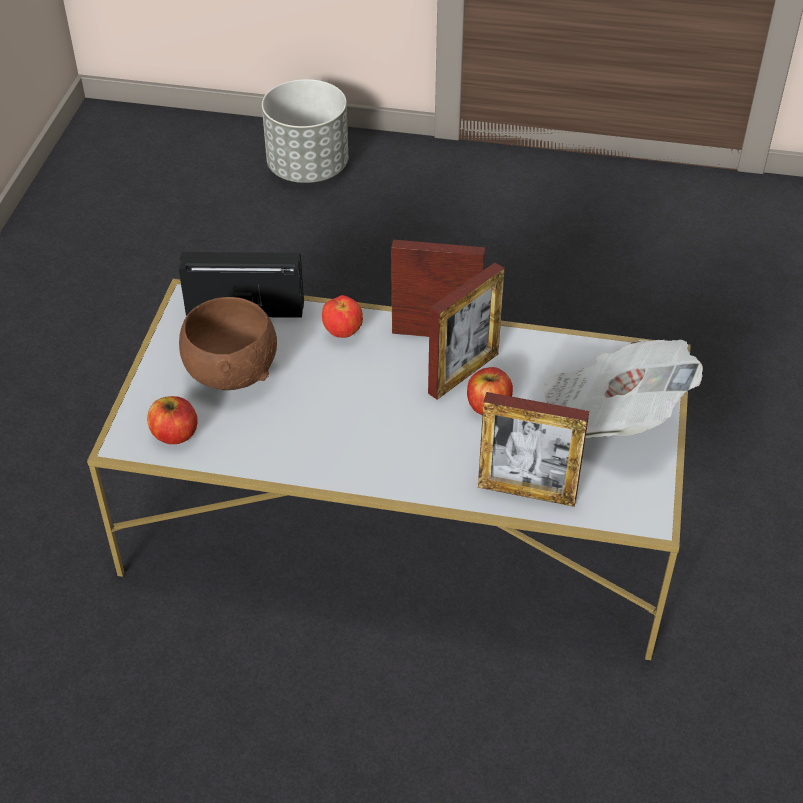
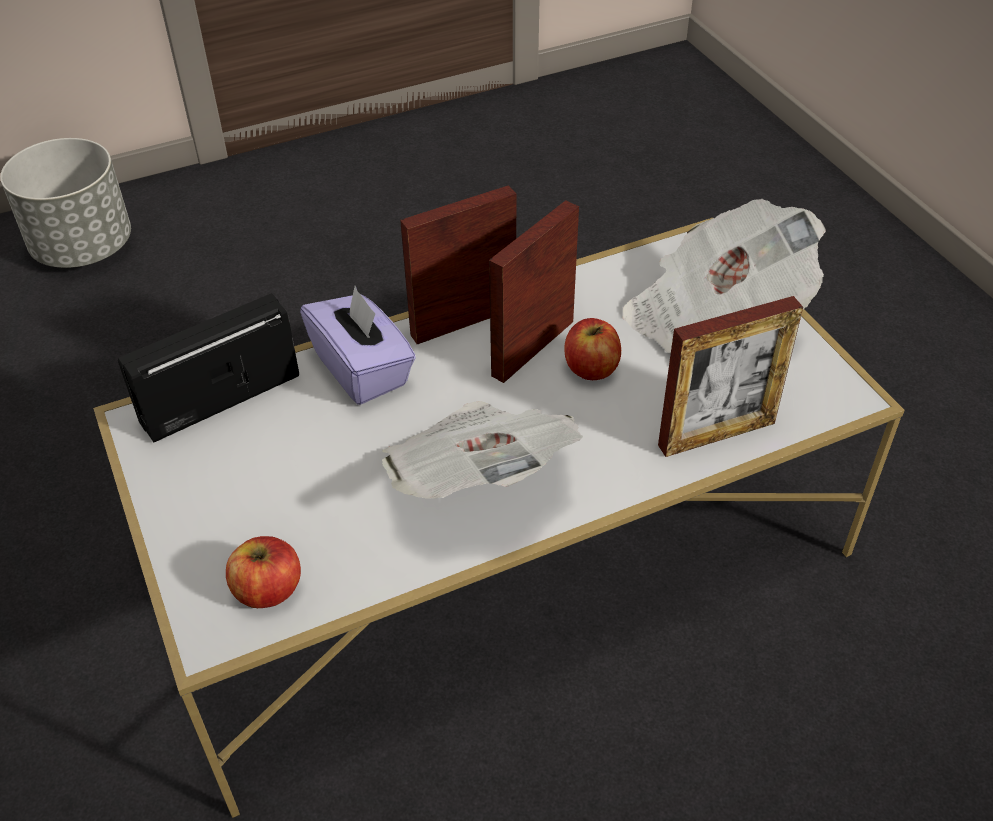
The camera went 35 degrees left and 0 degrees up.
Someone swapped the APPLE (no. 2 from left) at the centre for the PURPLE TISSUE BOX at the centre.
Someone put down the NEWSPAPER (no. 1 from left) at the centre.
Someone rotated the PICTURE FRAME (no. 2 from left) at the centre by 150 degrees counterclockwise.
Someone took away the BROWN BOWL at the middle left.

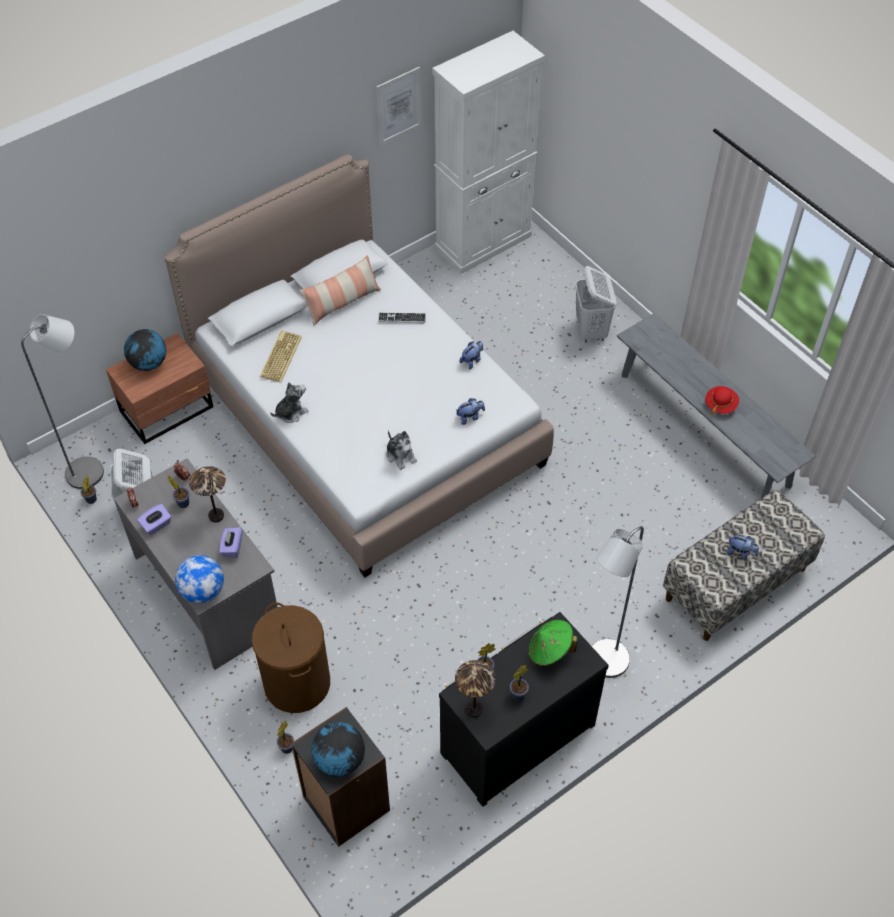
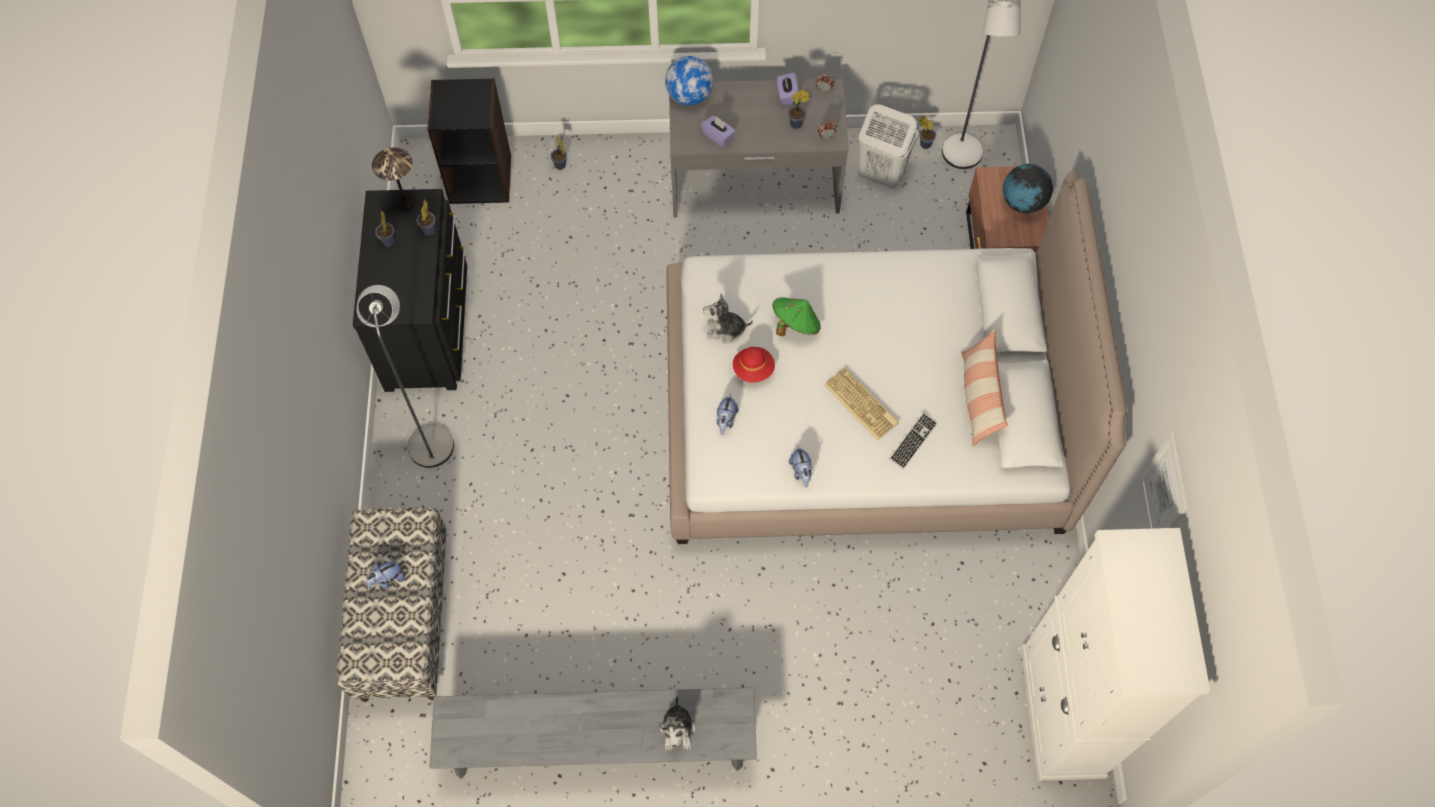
The camera went 125 degrees right and 10 degrees up.
Someone carried the PLUSH TOY (no. 1 from left in the first image) from the middle left to the bottom centre.
Someone carried the RED HAT from the middle right to the centre.
Someone carried the GREEN HAT from the bottom centre to the centre.
Someone carried the KEYBOARD (no. 1 from left) from the middle left to the centre.
Someone took away the TABLE LAMP (no. 1 from left) at the middle left.
Someone took away the BROWN LAUNDRY BASKET at the bottom left.
Someone took away the GLOBE (no. 3 from left) at the bottom centre.
Someone took away the WHITE LAUNDRY BASKET (no. 2 from left) at the top right.

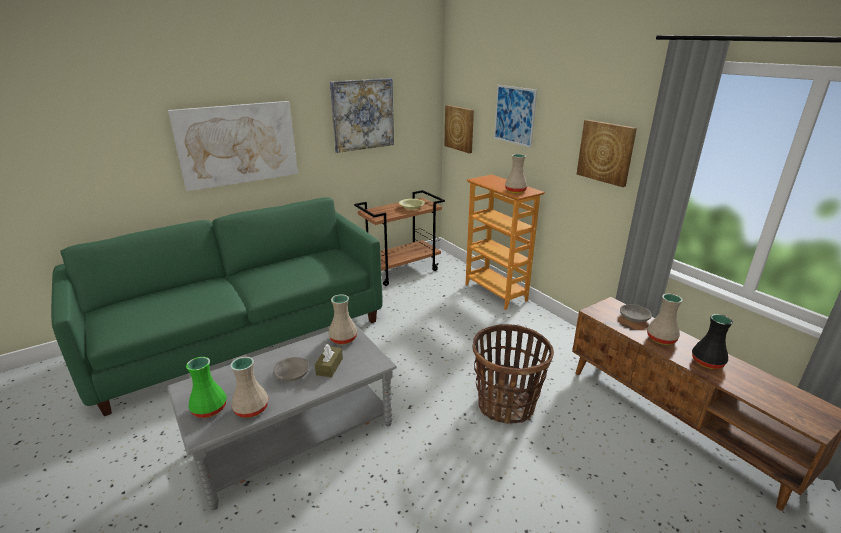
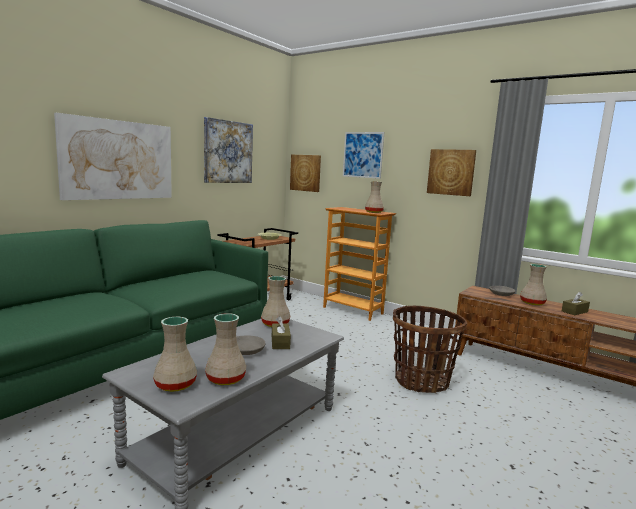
The camera went 20 degrees left and 15 degrees down.
Someone repainted the GREEN VASE at the bottom left, which became the BEIGE VASE (no. 1 from left) at the bottom left.
Someone swapped the BLACK VASE at the middle right for the BROWN TISSUE BOX (no. 2 from left) at the middle right.

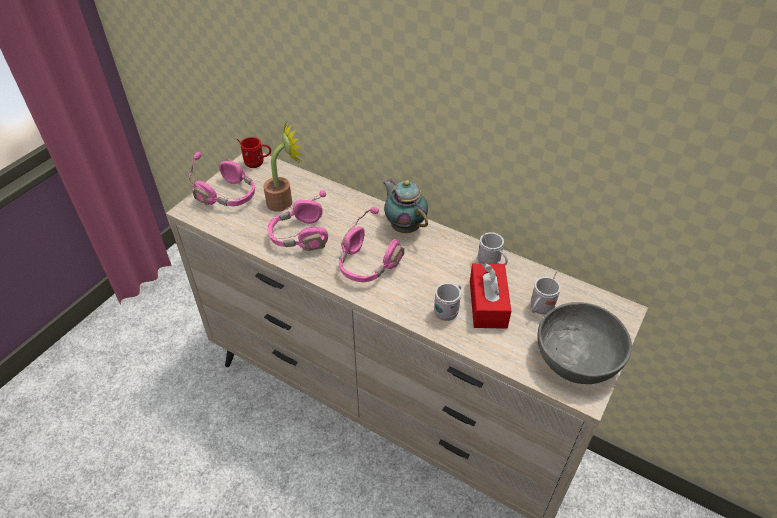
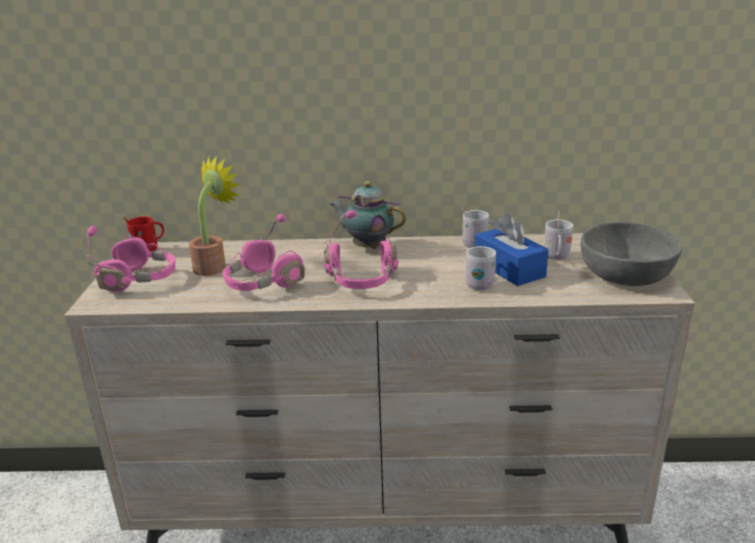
The camera went 30 degrees left and 20 degrees down.
Someone repainted the RED TISSUE BOX at the centre, which became the BLUE TISSUE BOX at the middle right.

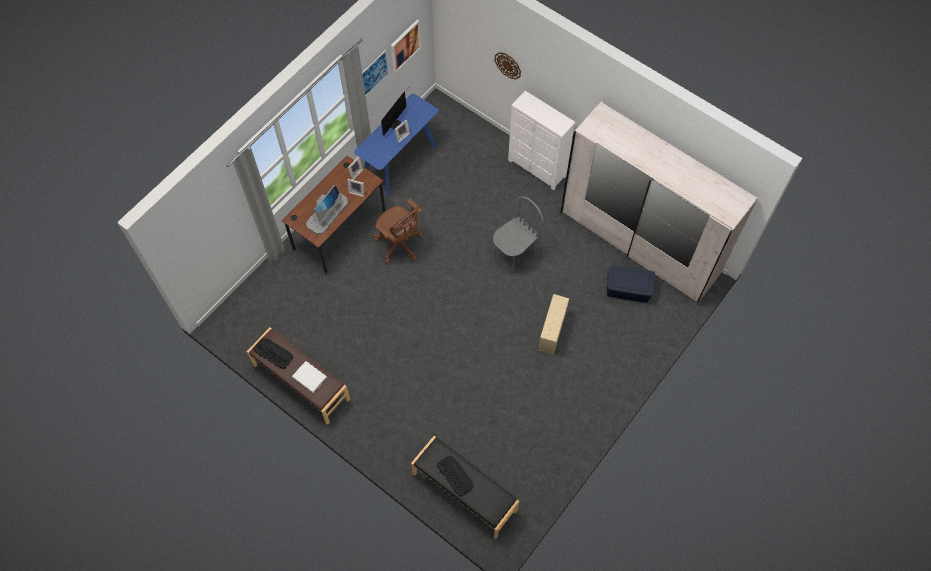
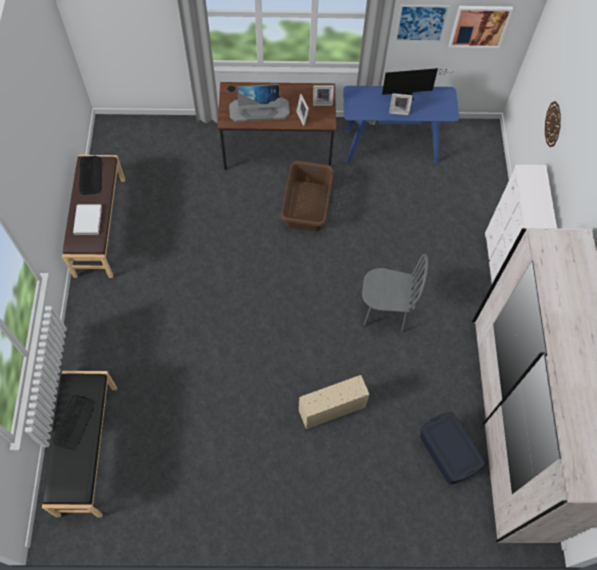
The camera went 50 degrees right and 0 degrees up.
Someone swapped the BROWN OFFICE CHAIR at the centre for the BROWN LAUNDRY BASKET at the centre.

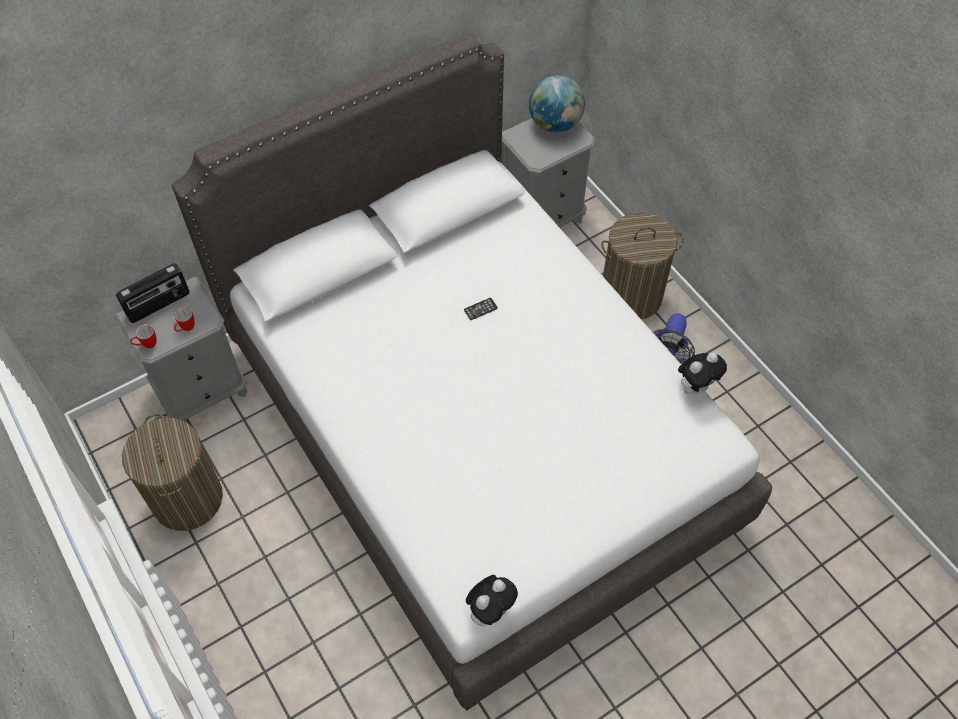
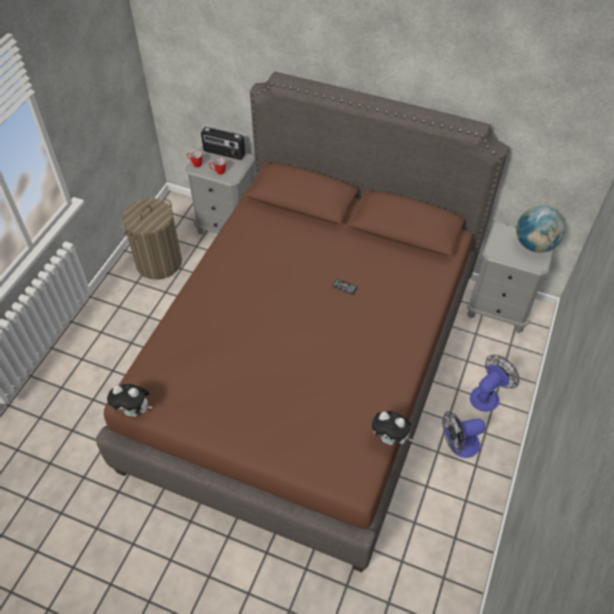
The camera went 55 degrees right and 5 degrees down.
Someone repainted the WHITE BED at the centre, which became the BROWN BED at the centre.
Someone swapped the LAUNDRY BASKET (no. 2 from left) at the middle right for the FAN (no. 2 from left) at the middle right.

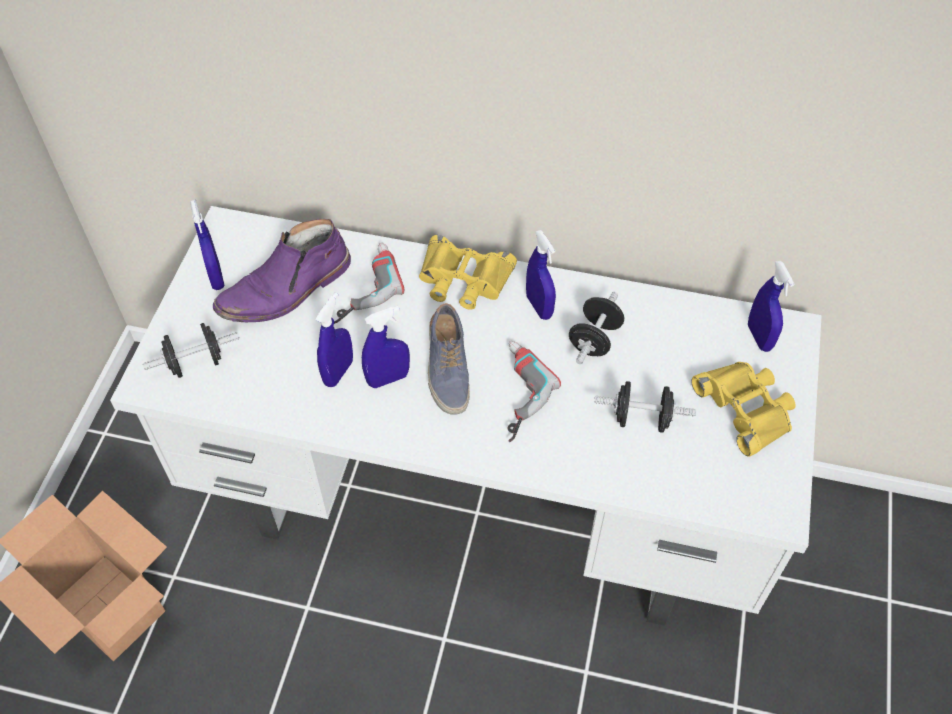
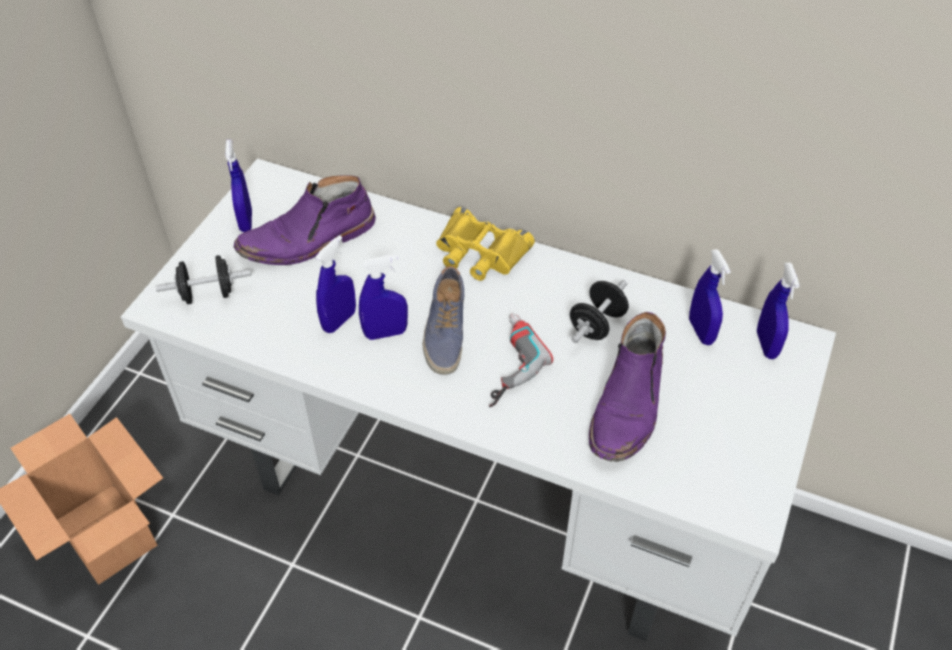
The camera went 10 degrees right and 5 degrees down.
Someone swapped the BLACK DUMBBELL (no. 3 from left) at the middle right for the PURPLE BOOT (no. 2 from left) at the centre.
Someone carried the BLUE SPRAY BOTTLE (no. 4 from left) from the centre to the middle right.
Someone took away the POWER DRILL (no. 1 from left) at the centre.
Someone took away the YELLOW BINOCULARS (no. 2 from left) at the middle right.

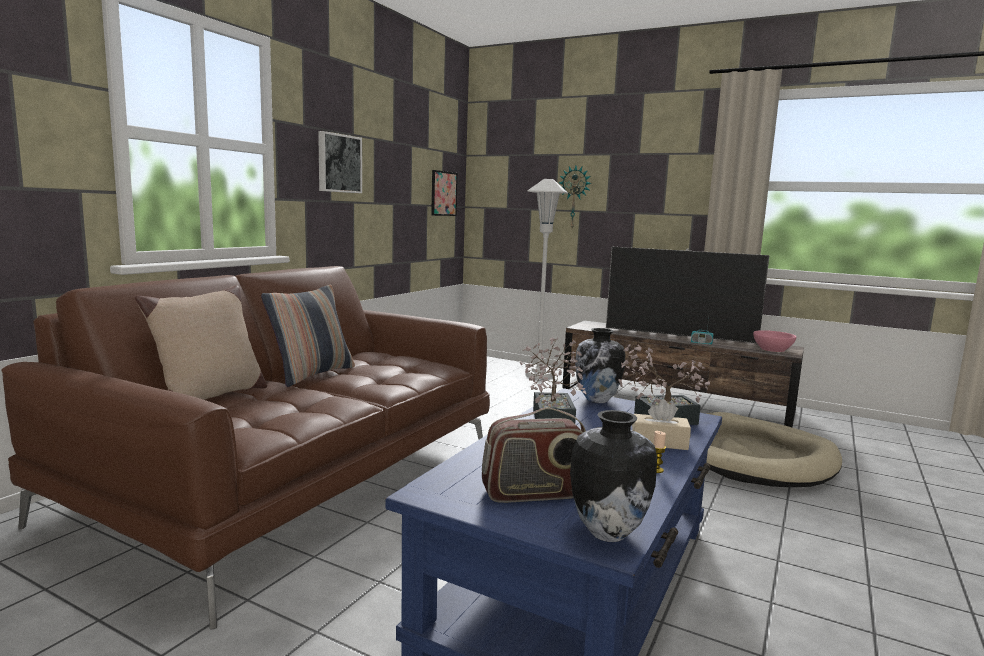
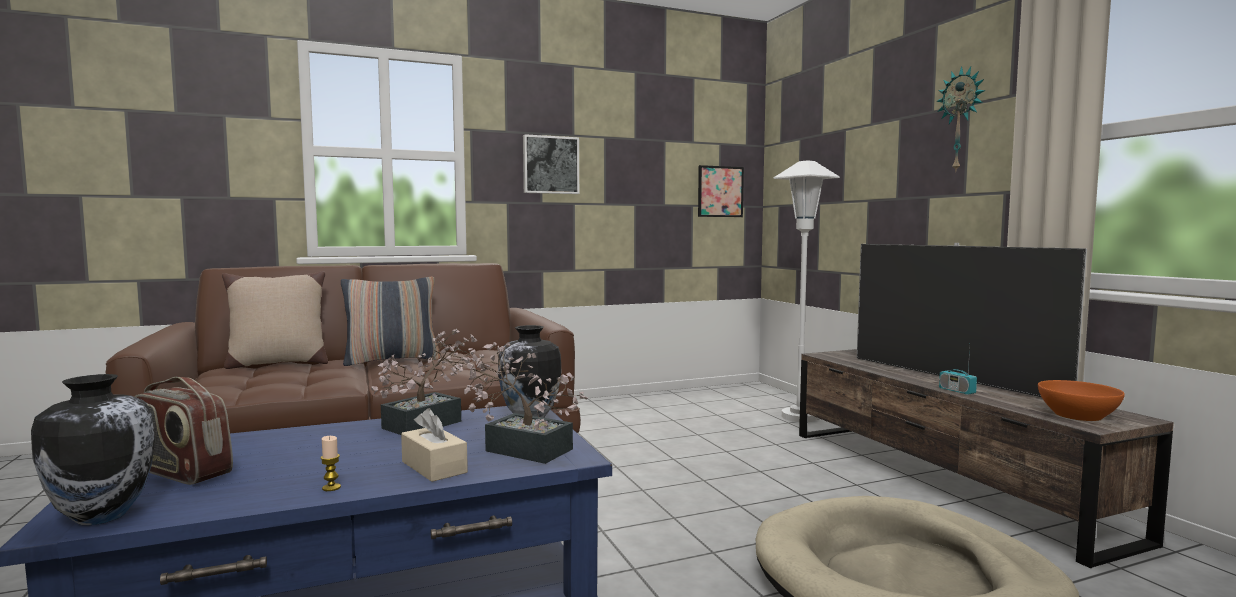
The camera went 40 degrees right and 5 degrees down.
Someone carried the WALL CLOCK from the top centre to the top right.
Someone repainted the PINK BOWL at the middle right, which became the ORANGE BOWL at the bottom right.

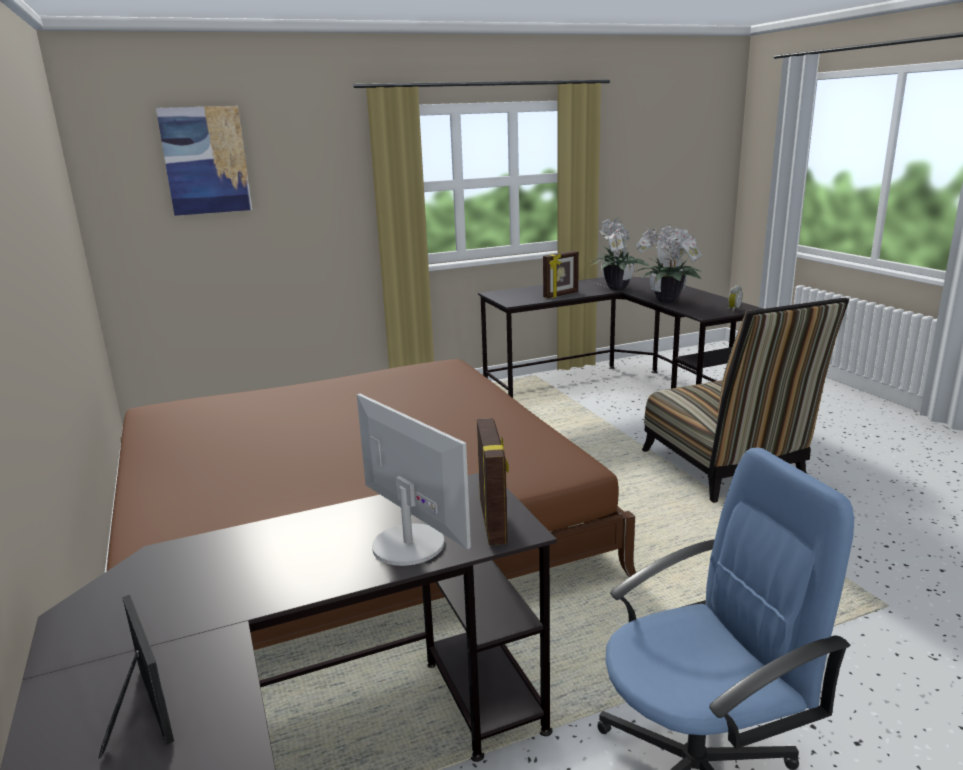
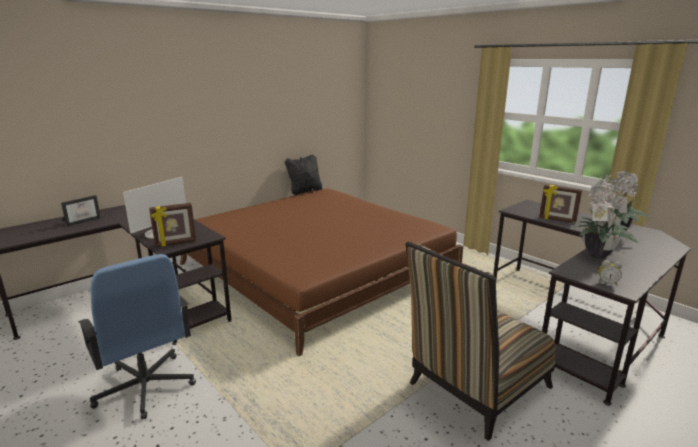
The camera went 70 degrees right and 0 degrees up.
Someone put down the BLACK PILLOW at the centre.
Someone took away the PICTURE at the top left.

